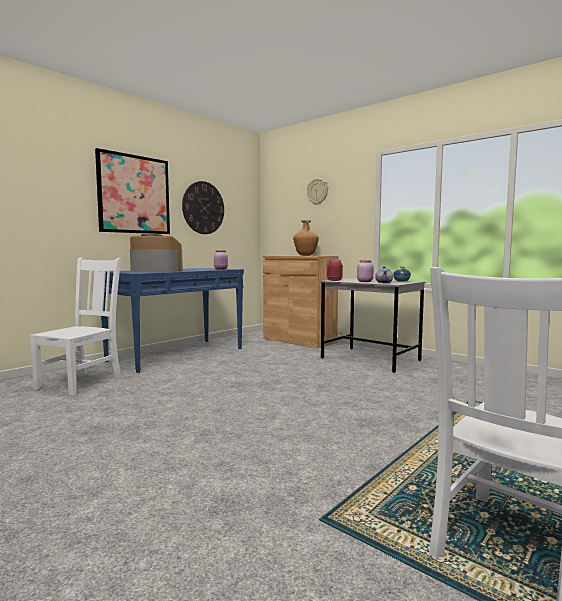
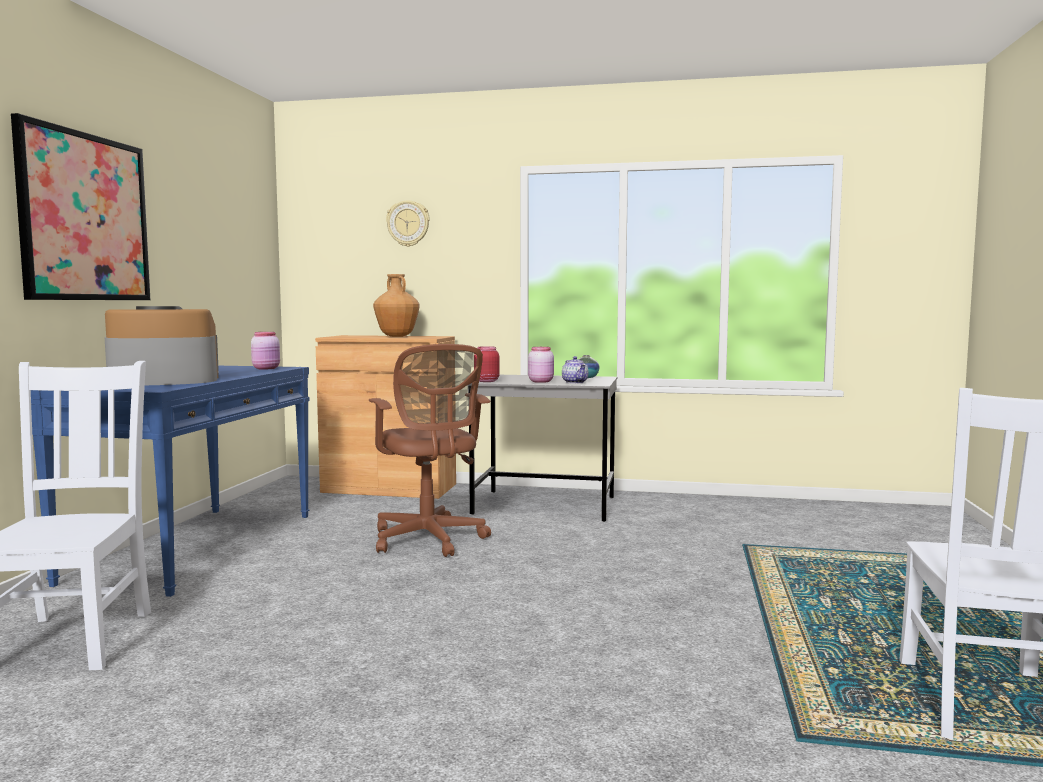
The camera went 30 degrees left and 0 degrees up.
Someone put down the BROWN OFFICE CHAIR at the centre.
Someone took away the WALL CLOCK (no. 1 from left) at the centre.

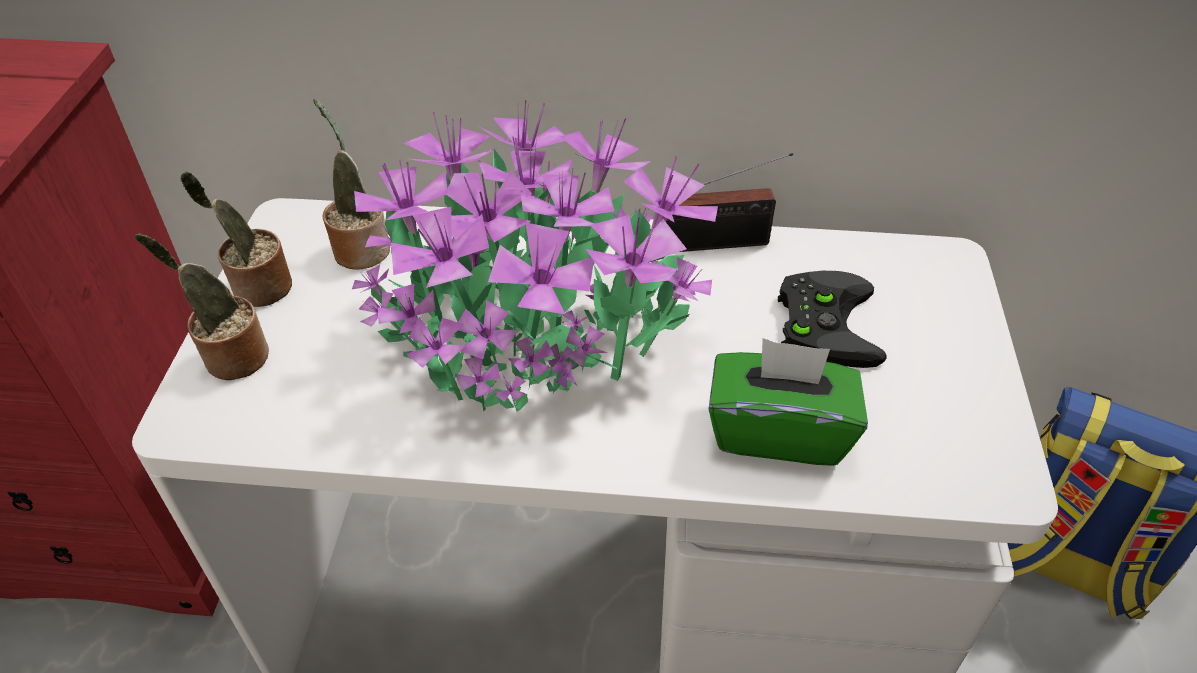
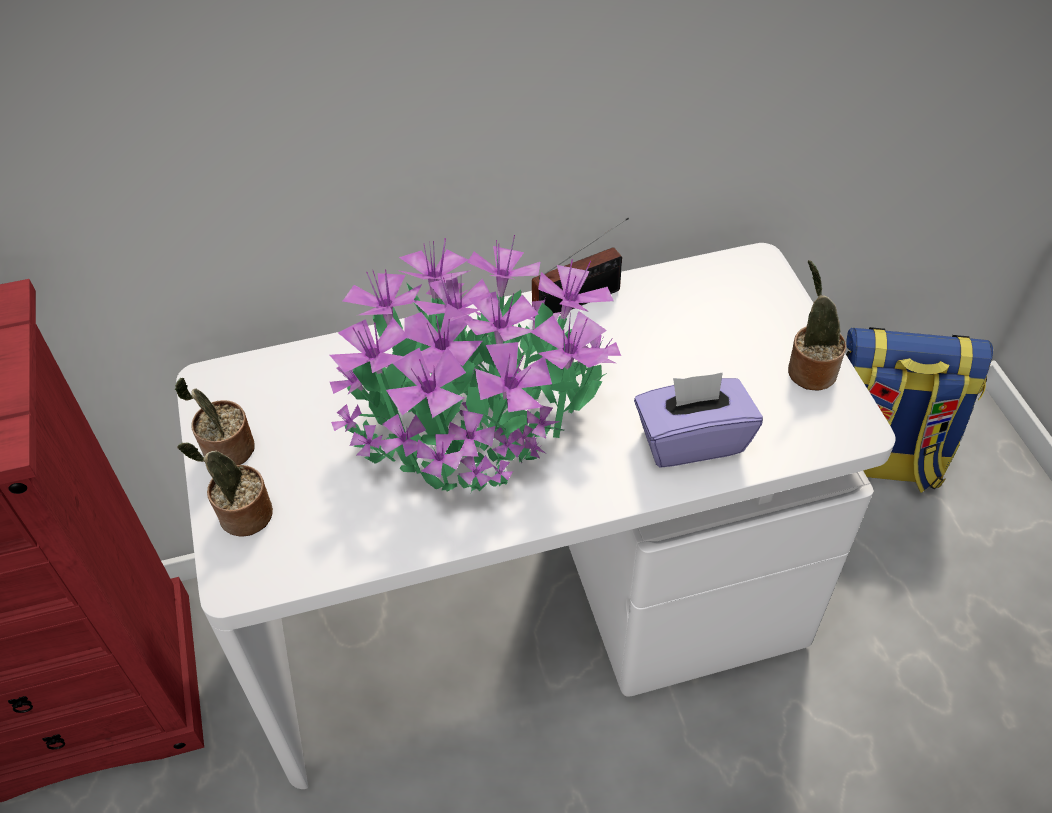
The camera went 20 degrees left and 5 degrees up.
Someone repainted the GREEN TISSUE BOX at the centre, which became the PURPLE TISSUE BOX at the centre.
Someone carried the POTTED PLANT (no. 3 from left in the first image) from the top left to the middle right.
Someone took away the BLACK GAME CONTROLLER at the middle right.

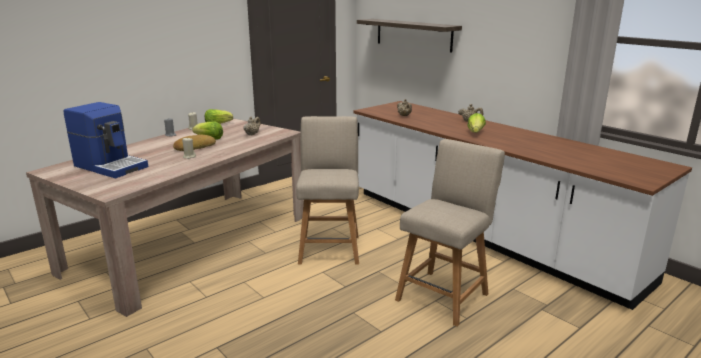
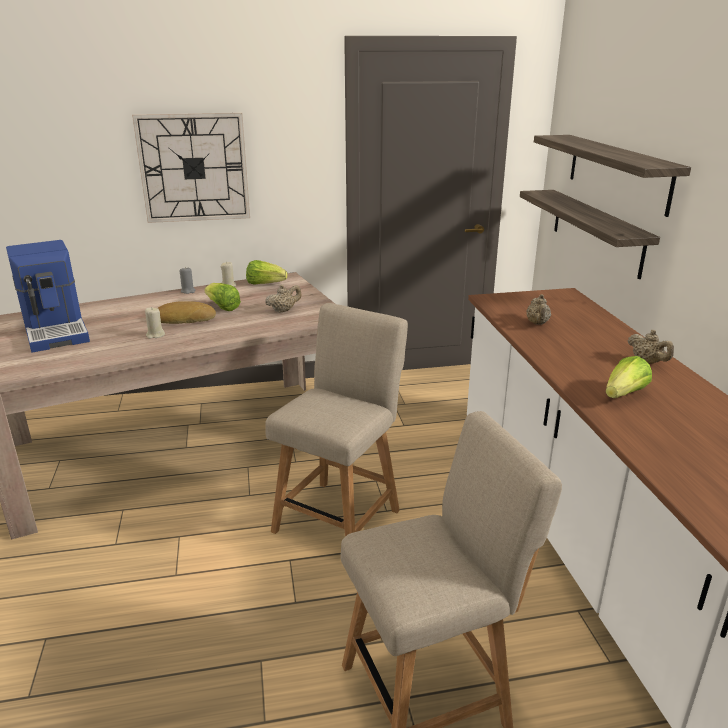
The camera went 30 degrees right and 5 degrees up.
Someone put up the WALL CLOCK at the top left.
Someone put up the SHELF (no. 1 from left) at the top right.

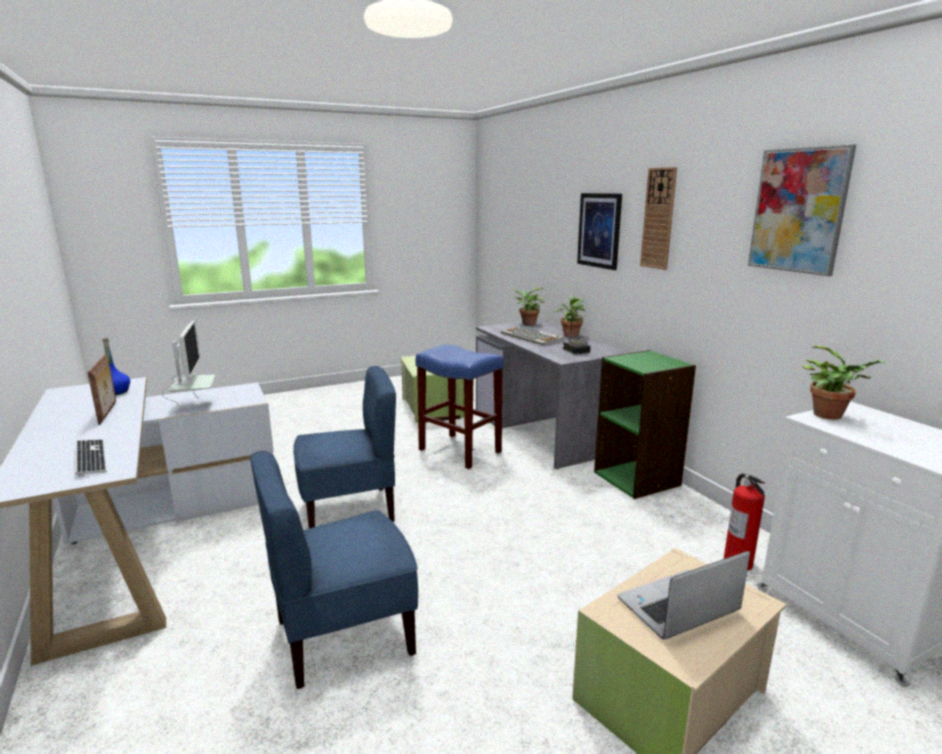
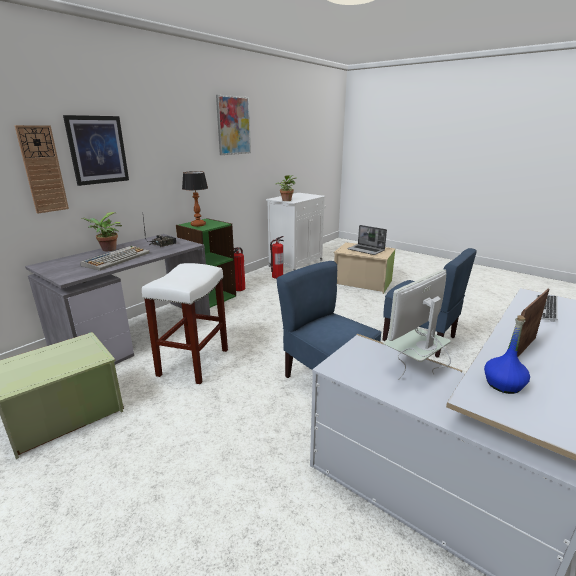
The camera went 115 degrees left and 5 degrees up.
Someone carried the WALL CLOCK from the top right to the top left.
Someone repainted the BLUE STOOL at the centre, which became the WHITE STOOL at the middle left.
Someone put down the TABLE LAMP at the centre.
Someone put down the FIRE EXTINGUISHER (no. 1 from left) at the centre.
Someone took away the POTTED PLANT (no. 1 from left) at the centre.

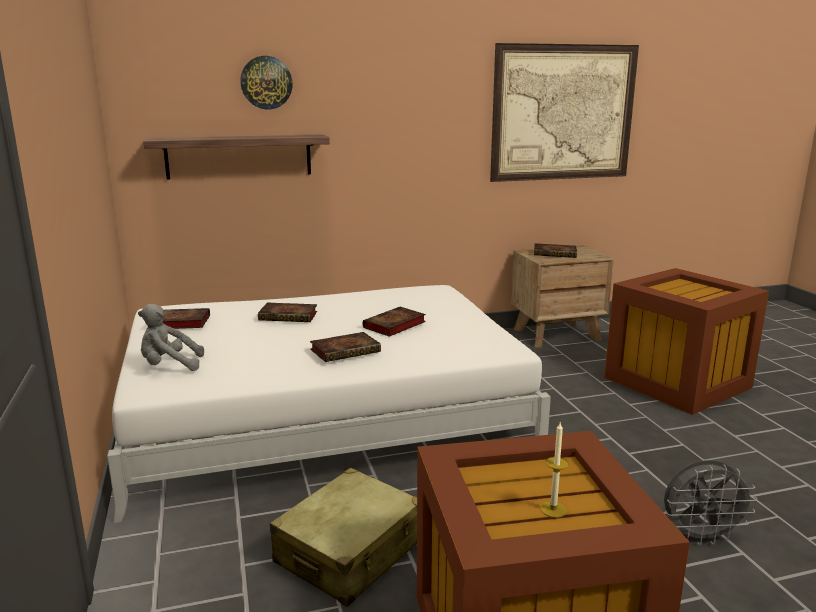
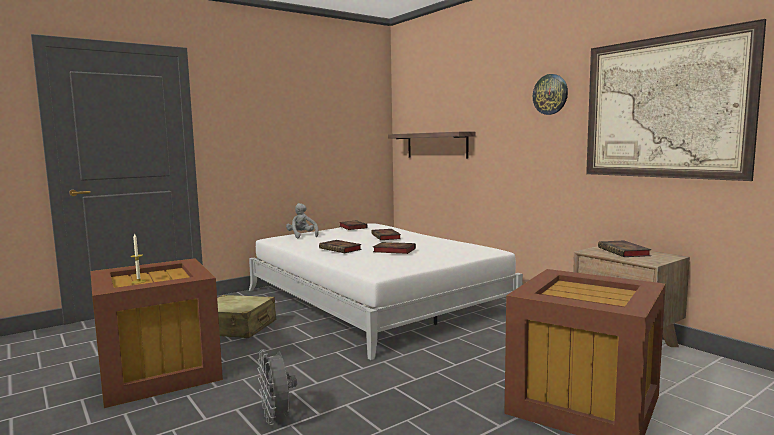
The camera went 70 degrees right and 10 degrees down.
Someone carried the WALL CLOCK from the top left to the top right.

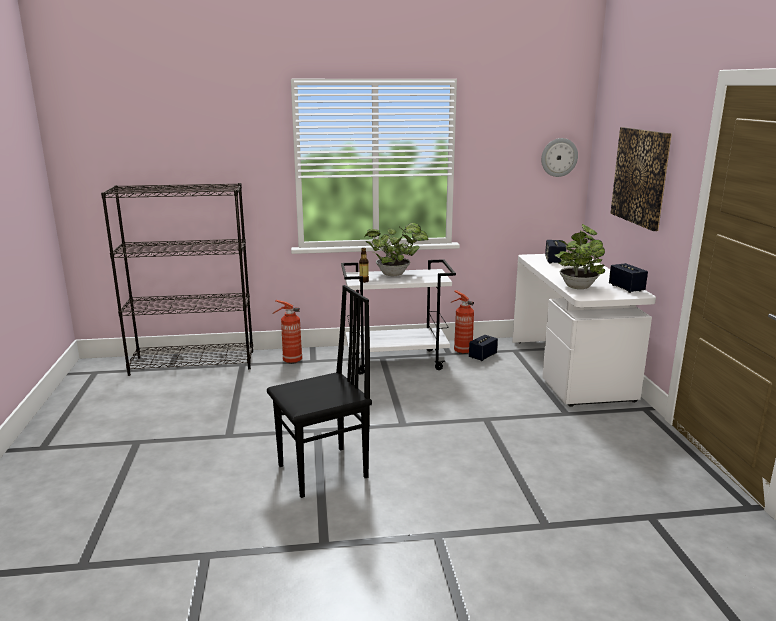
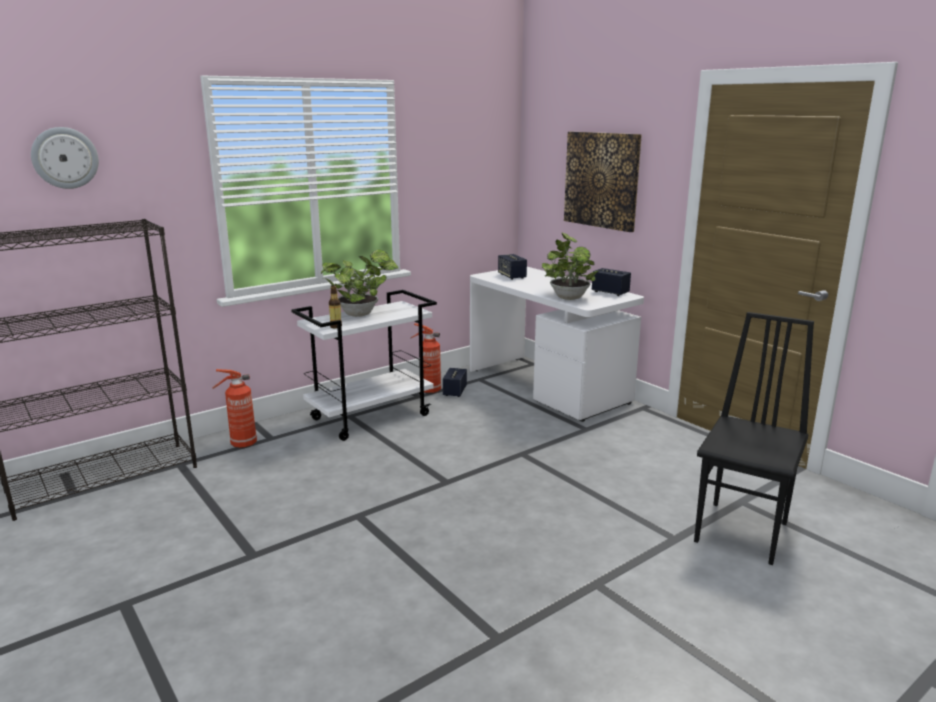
The camera went 30 degrees left and 0 degrees up.
Someone carried the WALL CLOCK from the top right to the top left.
Someone carried the BLACK CHAIR from the centre to the middle right.

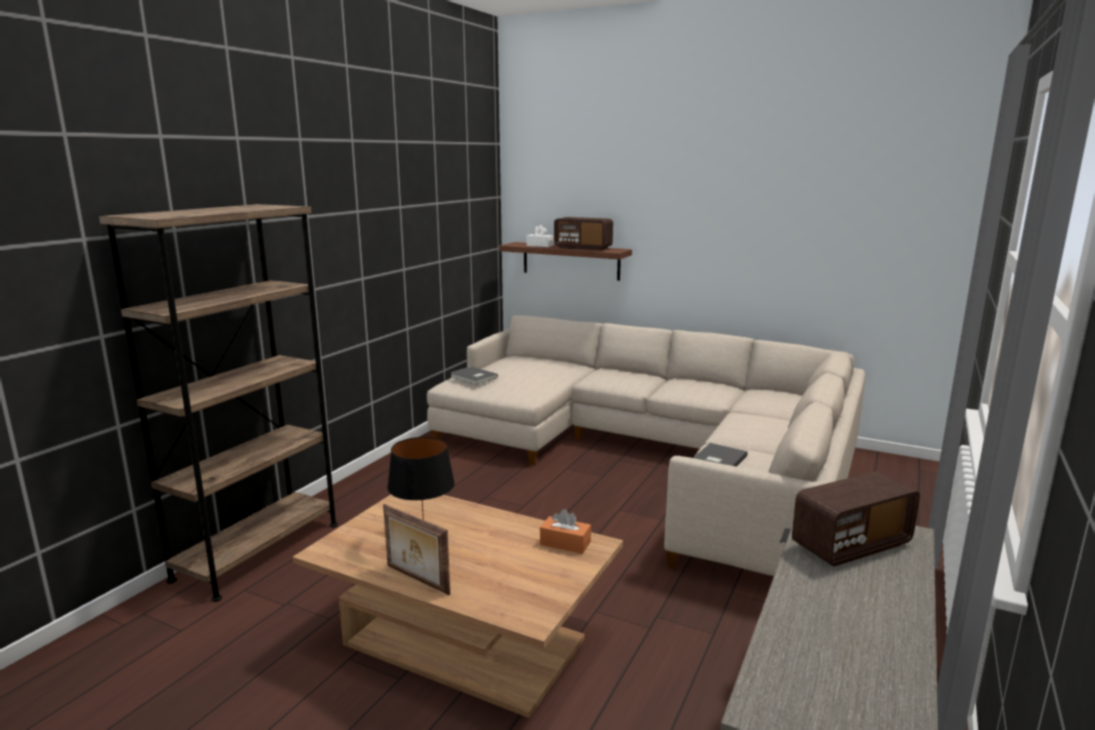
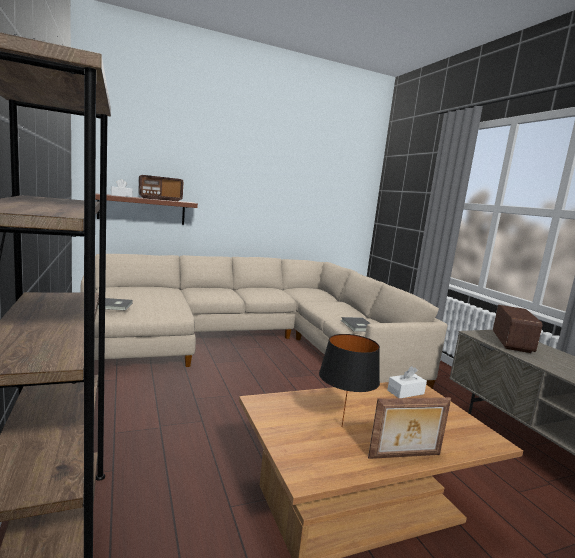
The camera went 50 degrees left and 5 degrees down.
Someone repainted the ORANGE TISSUE BOX at the bottom centre, which became the WHITE TISSUE BOX (no. 2 from left) at the bottom right.

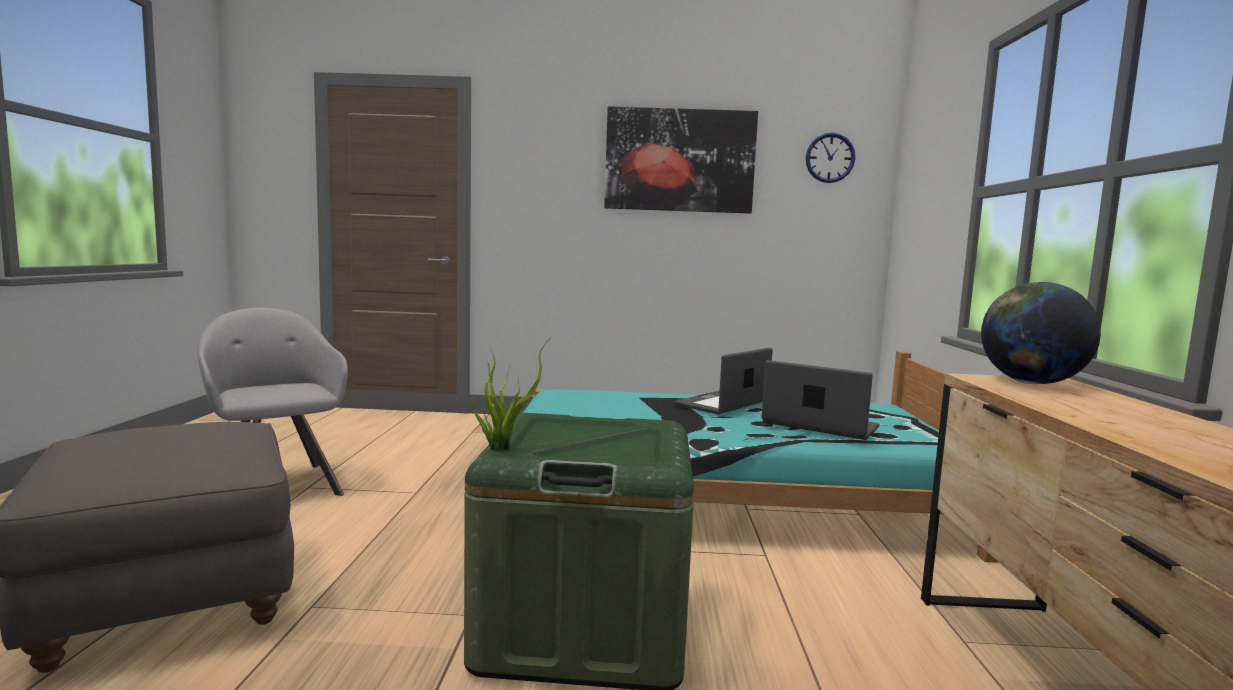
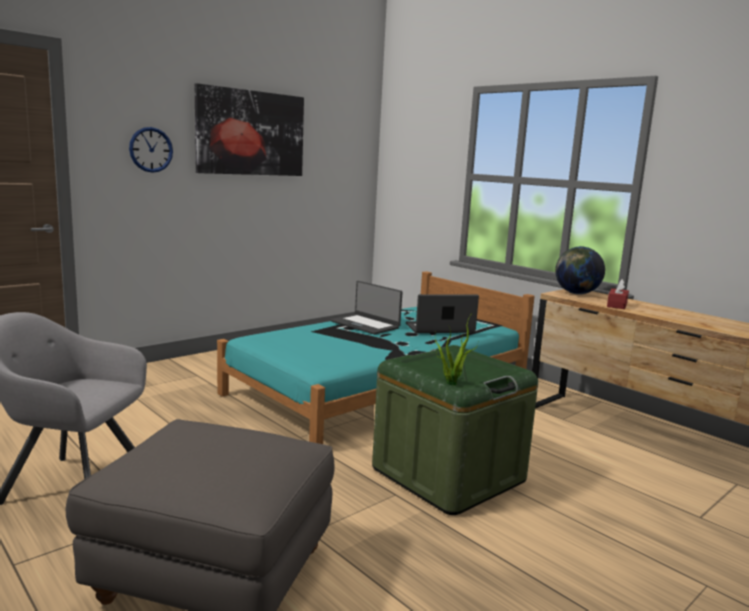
The camera went 45 degrees left and 5 degrees up.
Someone carried the WALL CLOCK from the top right to the top left.
Someone rotated the LAPTOP (no. 1 from left) at the centre by 45 degrees counterclockwise.
Someone put down the RED TISSUE BOX at the middle right.

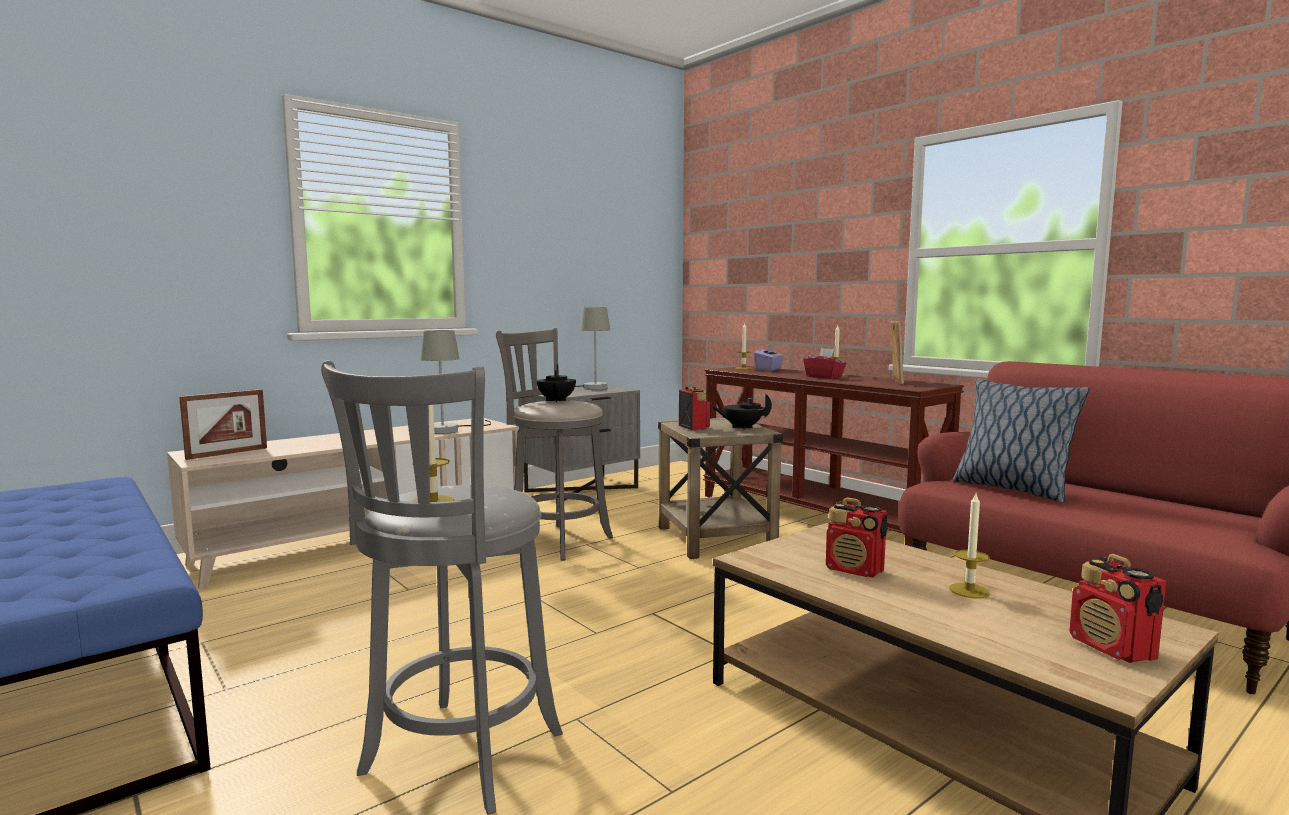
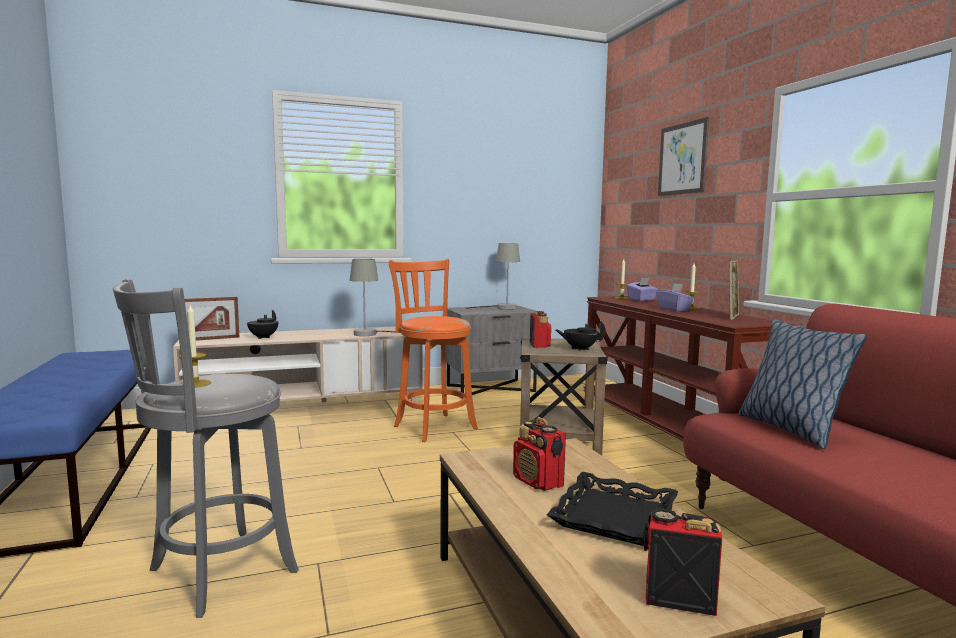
The camera went 20 degrees right and 0 degrees up.
Someone carried the BLACK TEAPOT (no. 1 from left) from the centre to the middle left.
Someone repainted the GREY STOOL (no. 2 from left) at the centre, which became the ORANGE STOOL at the centre.
Someone swapped the CANDLE (no. 4 from left) at the bottom right for the BLACK TRAY at the bottom centre.
Someone rotated the RADIO (no. 3 from left) at the bottom right by 105 degrees clockwise.
Someone repainted the RED TISSUE BOX at the centre, which became the PURPLE TISSUE BOX (no. 2 from left) at the middle right.
Someone put up the PICTURE at the top right.

